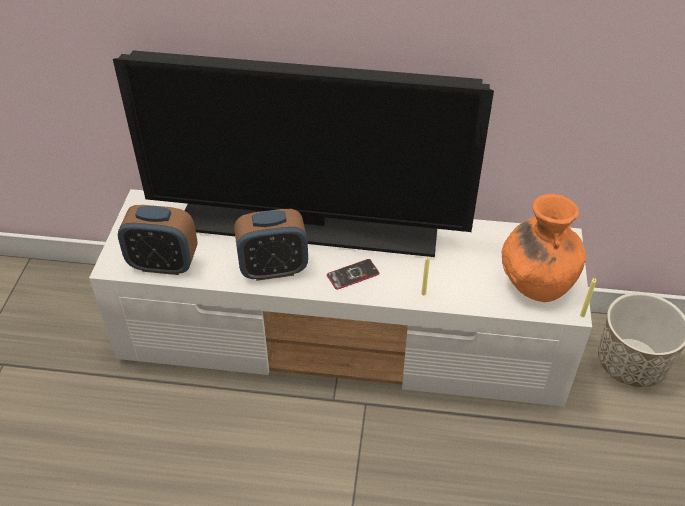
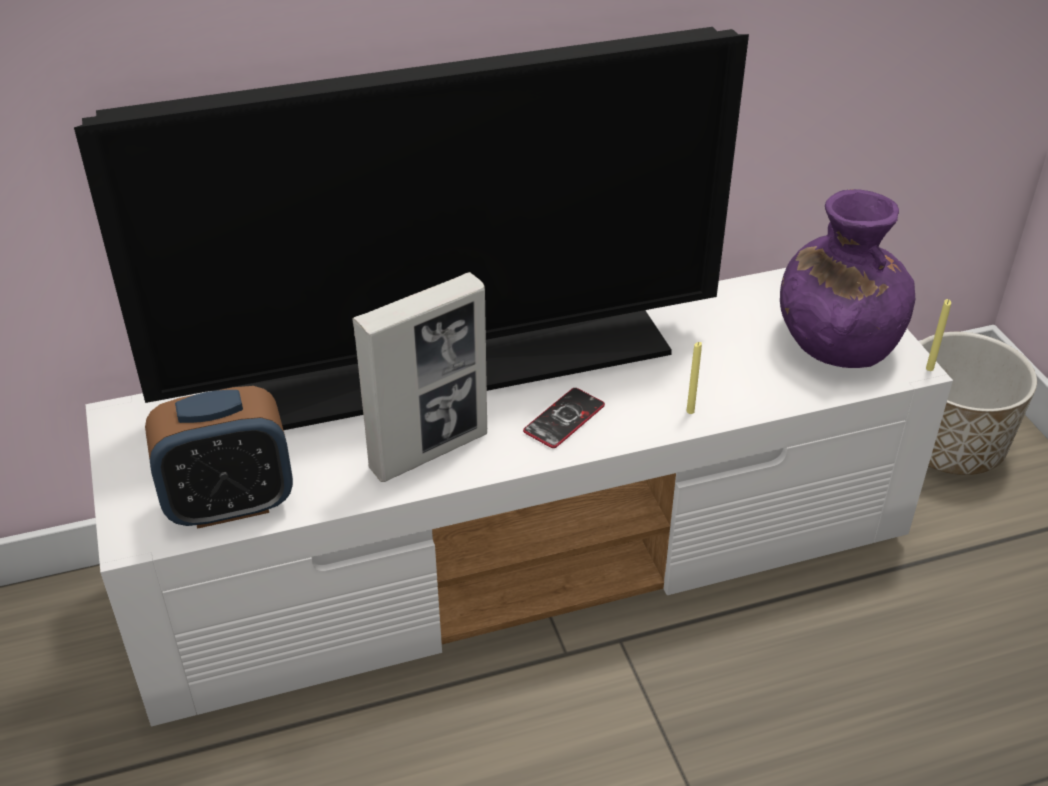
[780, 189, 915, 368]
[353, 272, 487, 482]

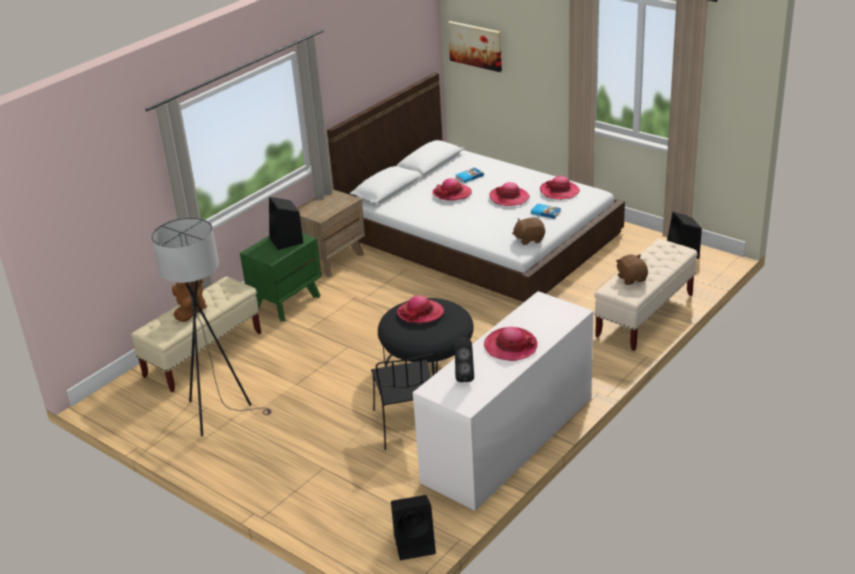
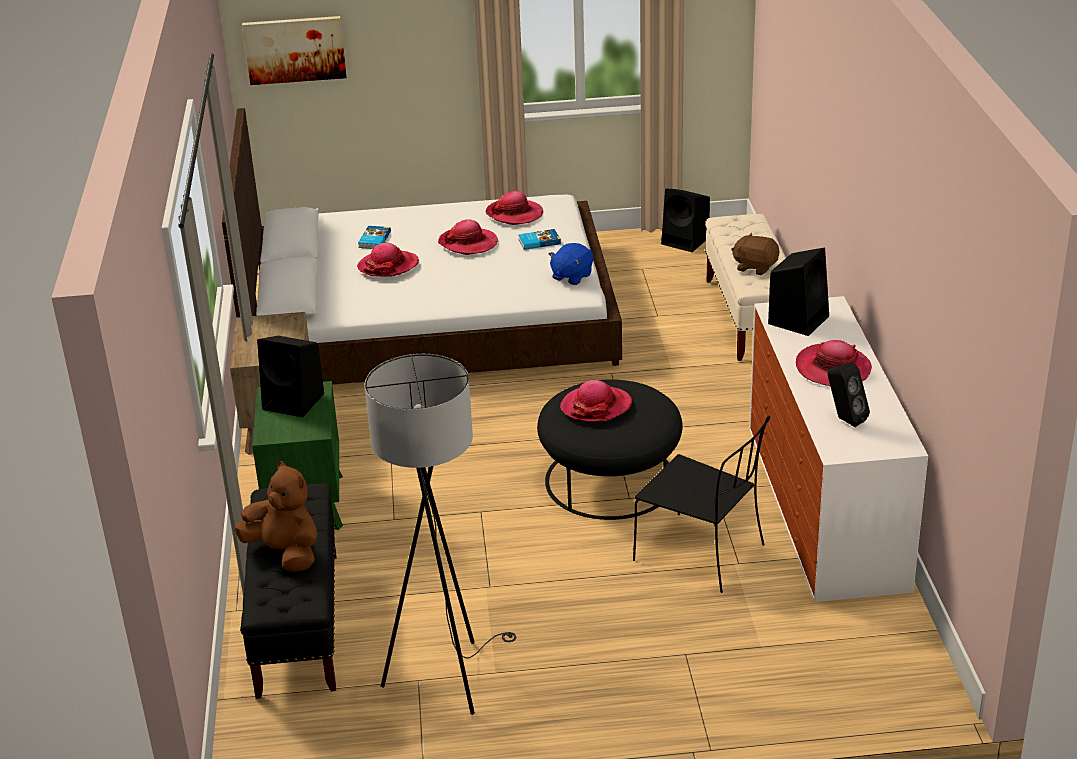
[549, 243, 593, 285]
[240, 483, 337, 699]
[768, 247, 829, 336]

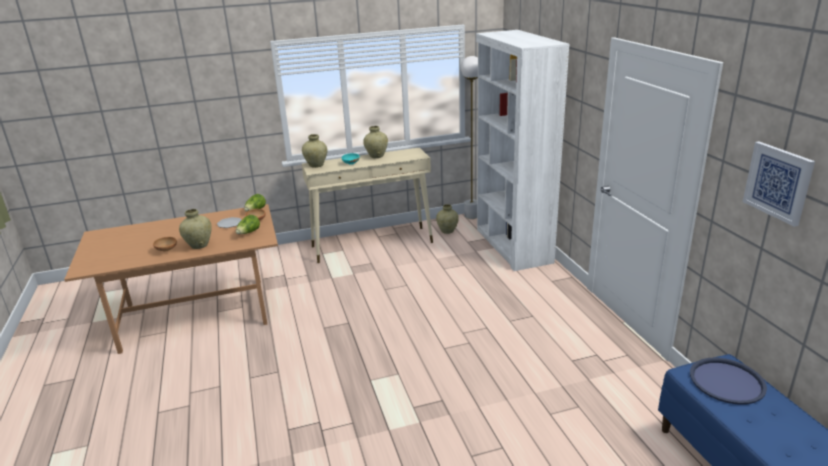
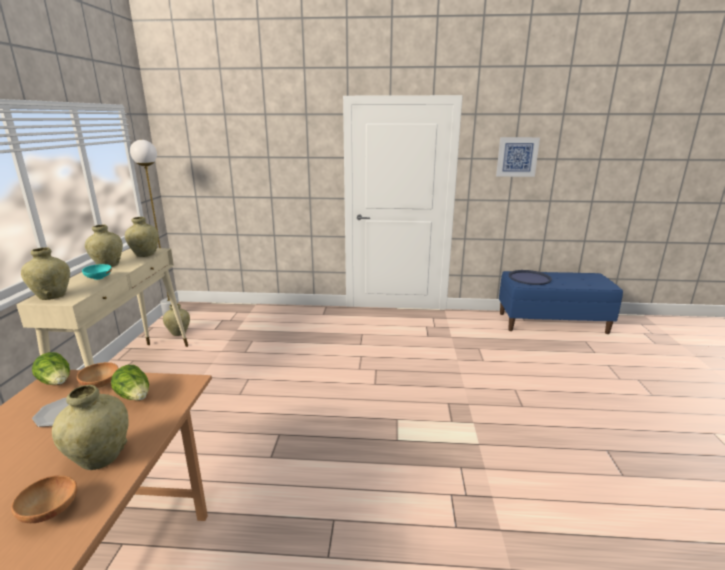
[476, 30, 569, 271] (first image)
[125, 217, 159, 257]

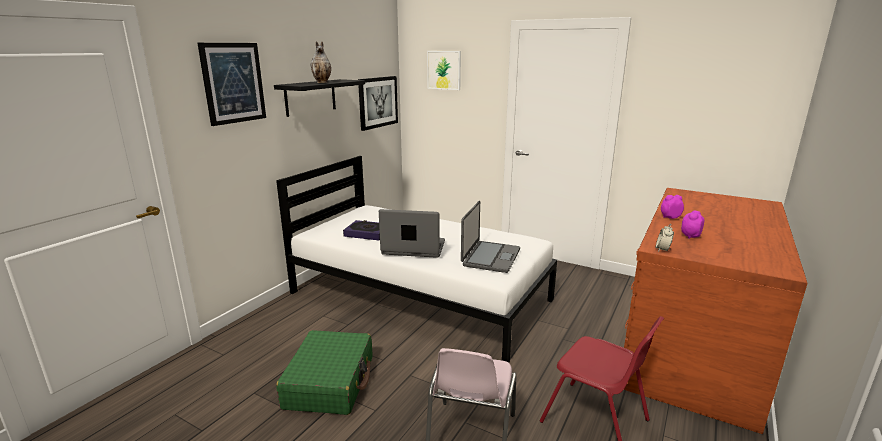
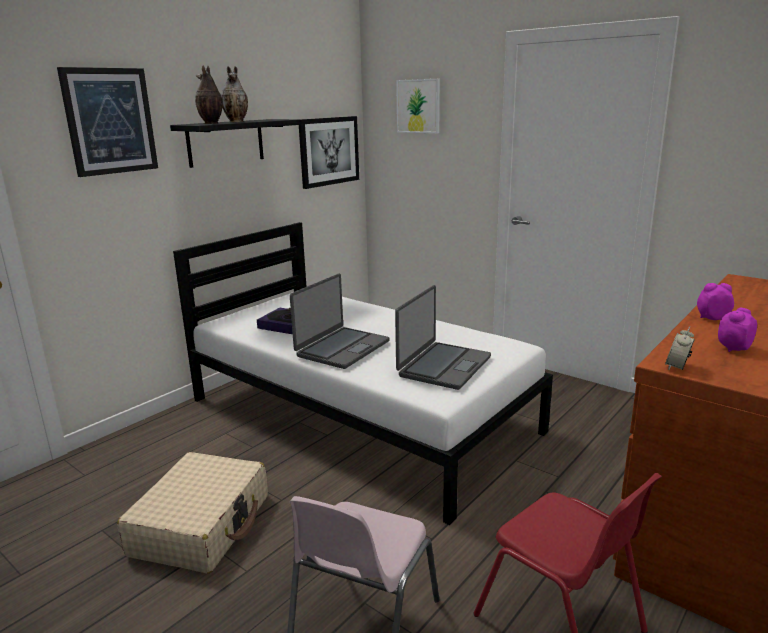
[290, 274, 389, 369]
[117, 452, 268, 574]
[195, 65, 223, 124]

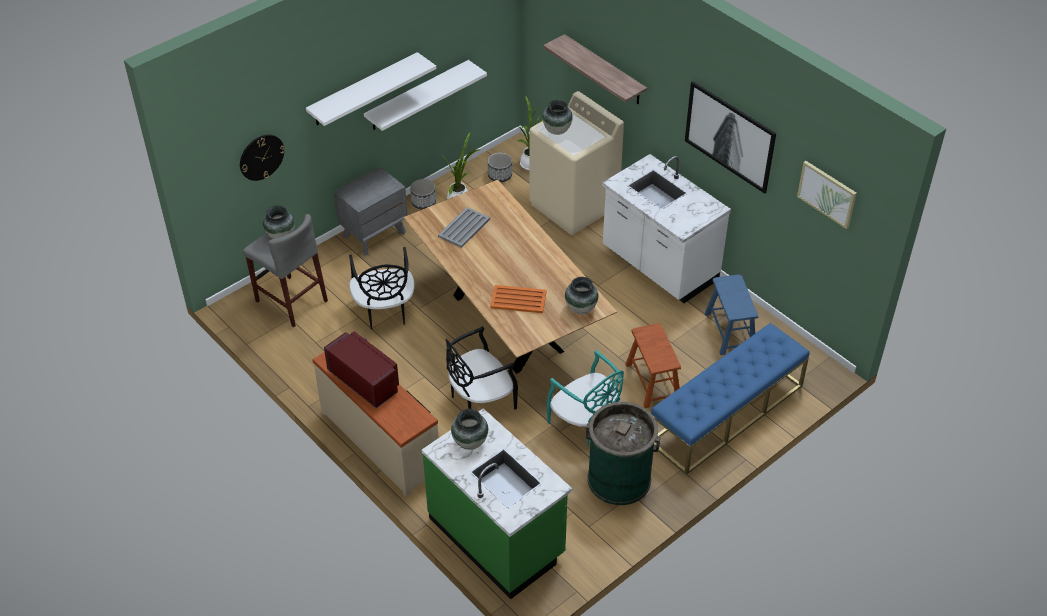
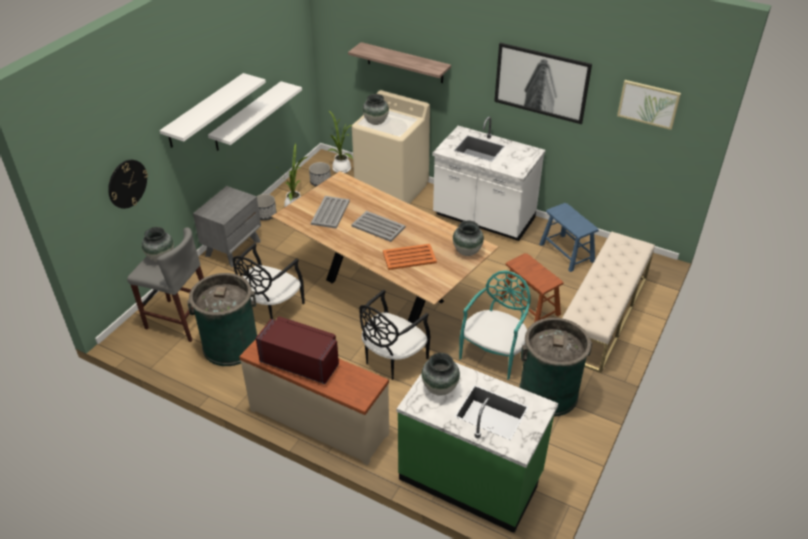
[233, 243, 305, 319]
[562, 232, 655, 373]
[459, 270, 531, 380]
[351, 211, 405, 242]
[187, 273, 258, 366]

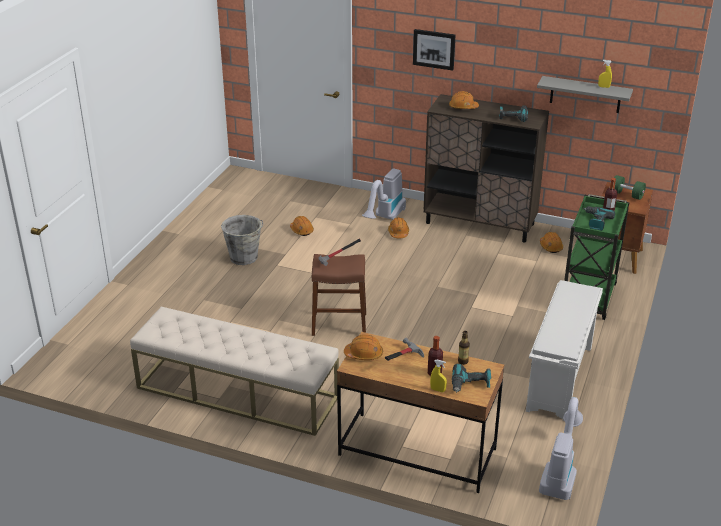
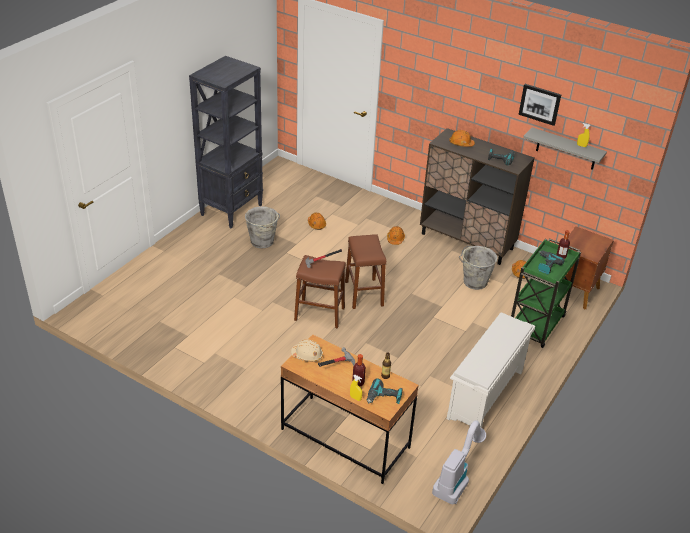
[518, 84, 561, 126]
[362, 169, 406, 220] (first image)
[614, 175, 646, 200] (first image)
[130, 307, 339, 436] (first image)
[291, 339, 323, 362]
[189, 56, 263, 229]
[345, 235, 386, 309]
[459, 246, 497, 290]

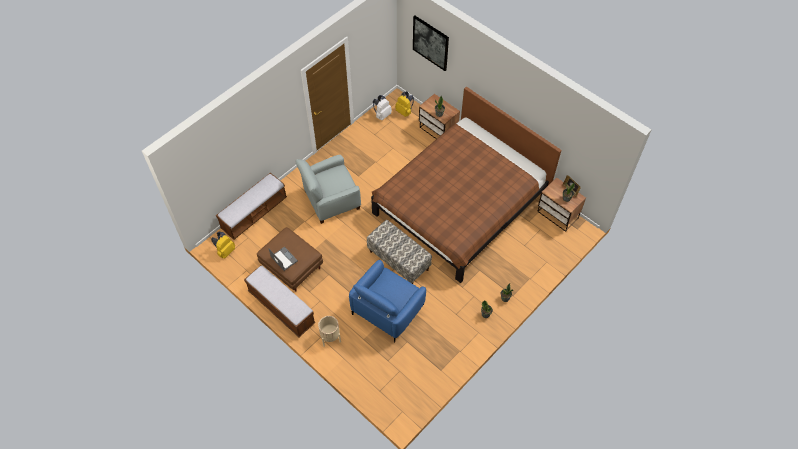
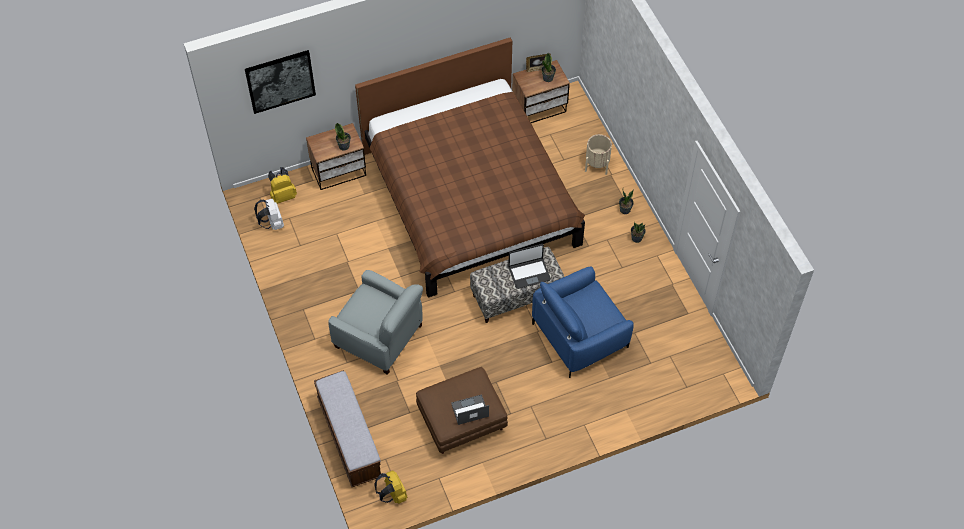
[328, 270, 423, 375]
[532, 267, 634, 378]
[244, 265, 316, 337] (first image)
[585, 134, 612, 175]
[508, 244, 551, 289]

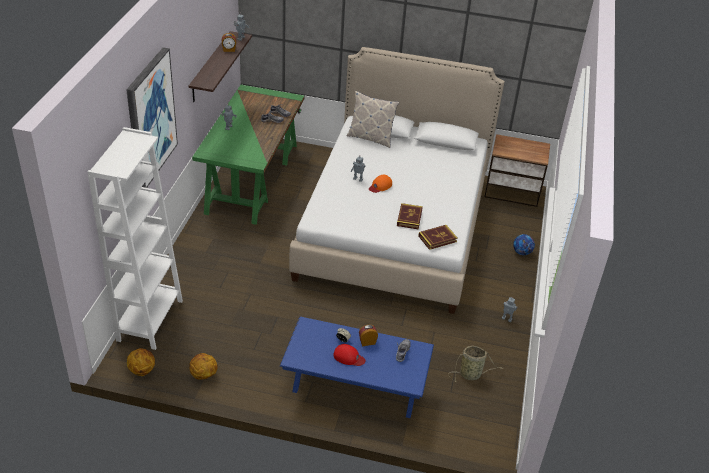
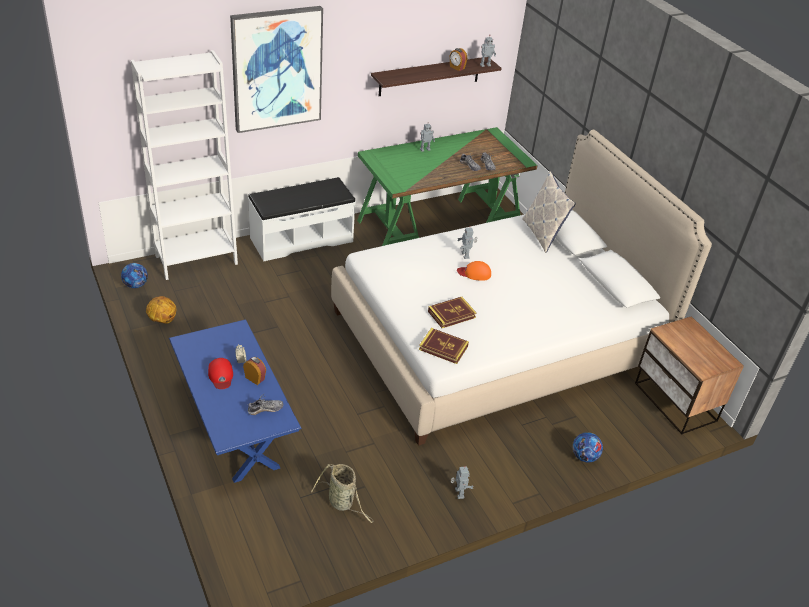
[121, 263, 148, 288]
[248, 177, 356, 261]

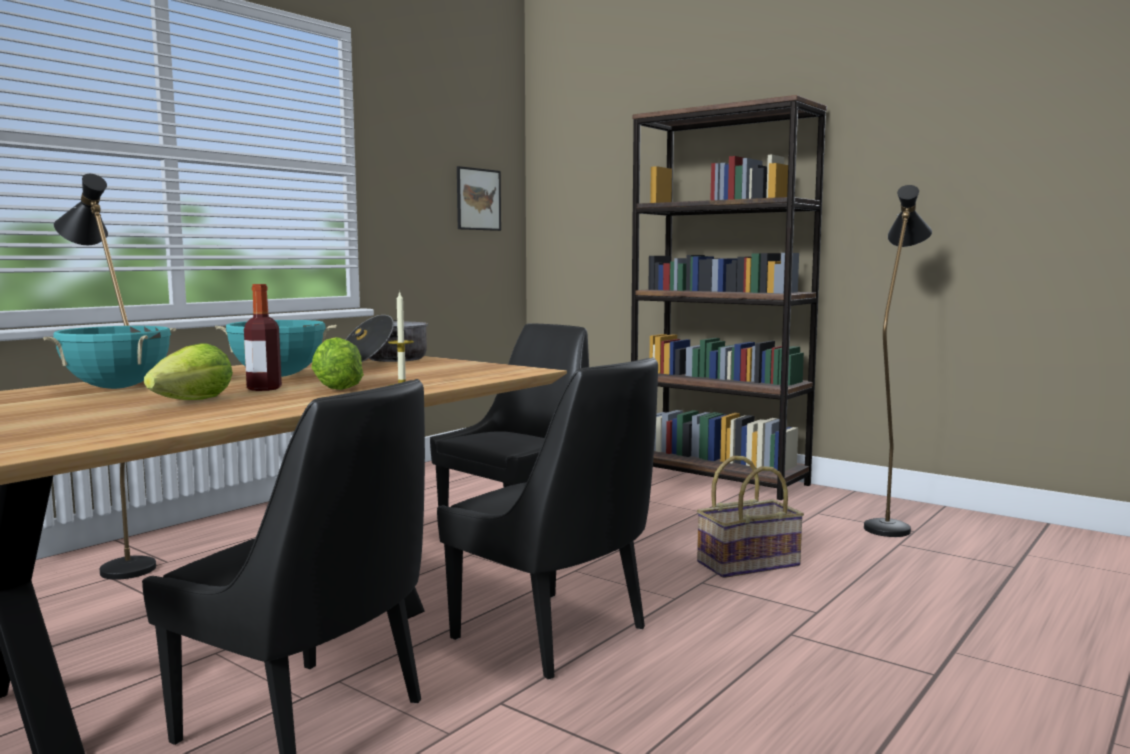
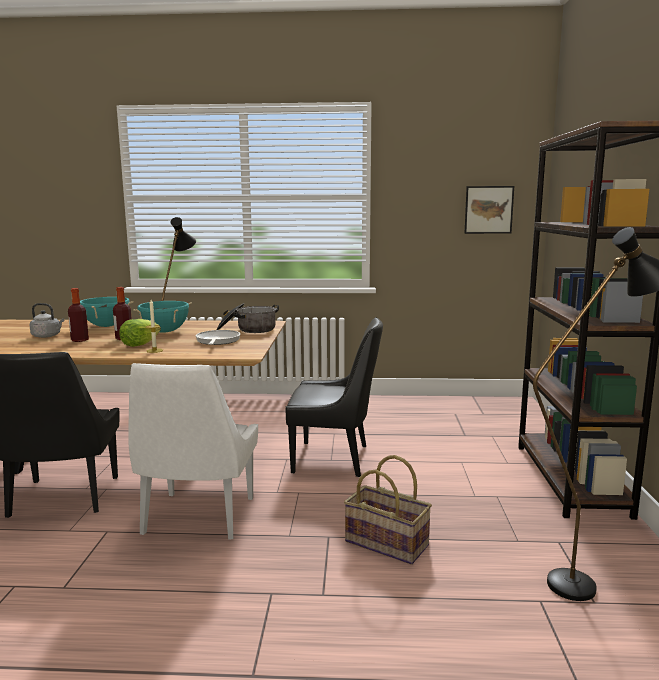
[68, 288, 89, 342]
[128, 363, 258, 540]
[30, 303, 64, 338]
[196, 330, 240, 345]

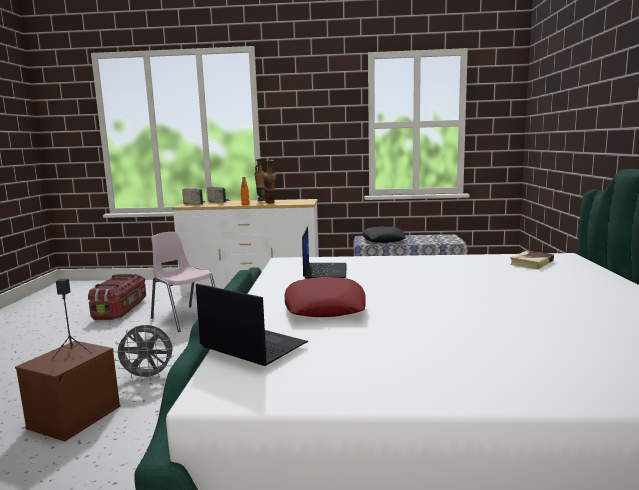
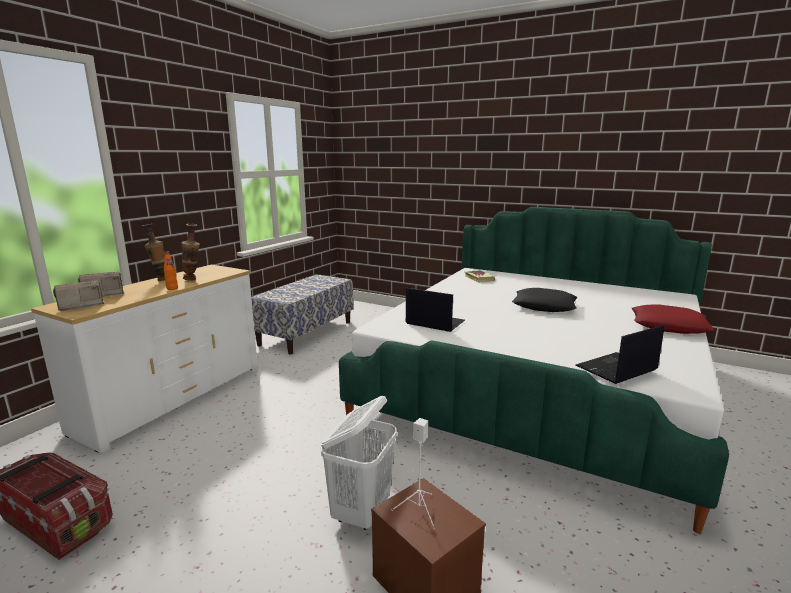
[512, 288, 578, 312]
[151, 232, 215, 332] (first image)
[632, 304, 714, 334]
[392, 418, 435, 529]
[321, 396, 397, 530]

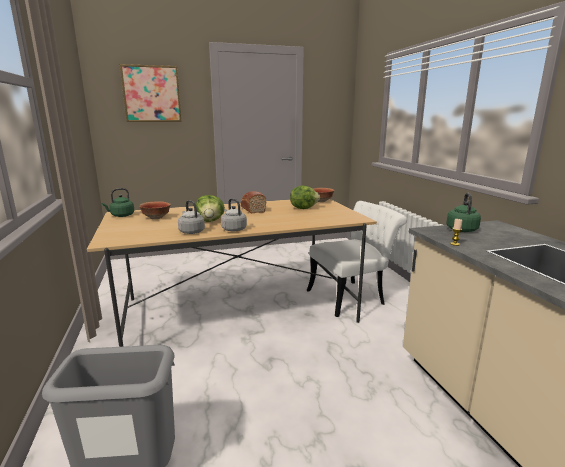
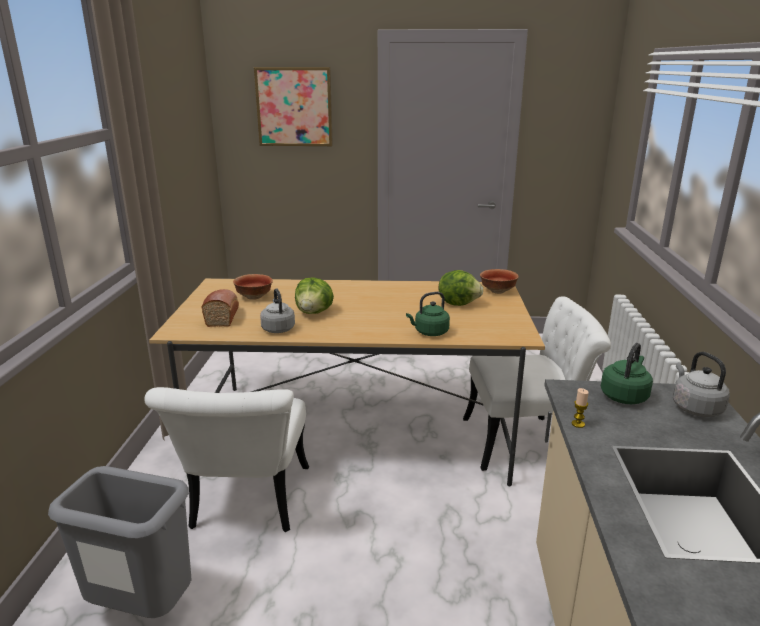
[406, 292, 450, 336]
[202, 289, 239, 327]
[673, 352, 730, 417]
[144, 387, 309, 532]

